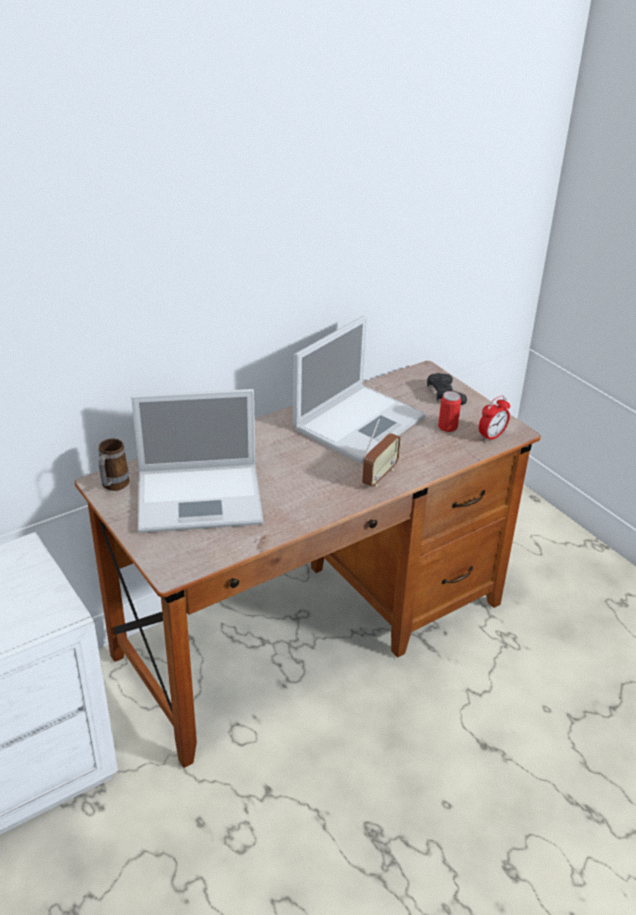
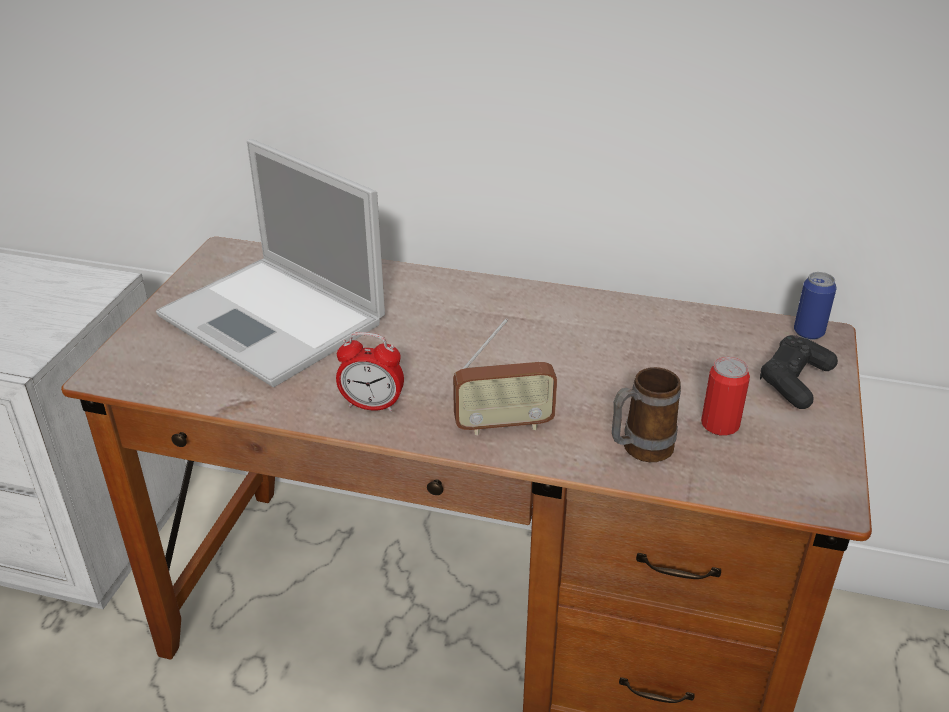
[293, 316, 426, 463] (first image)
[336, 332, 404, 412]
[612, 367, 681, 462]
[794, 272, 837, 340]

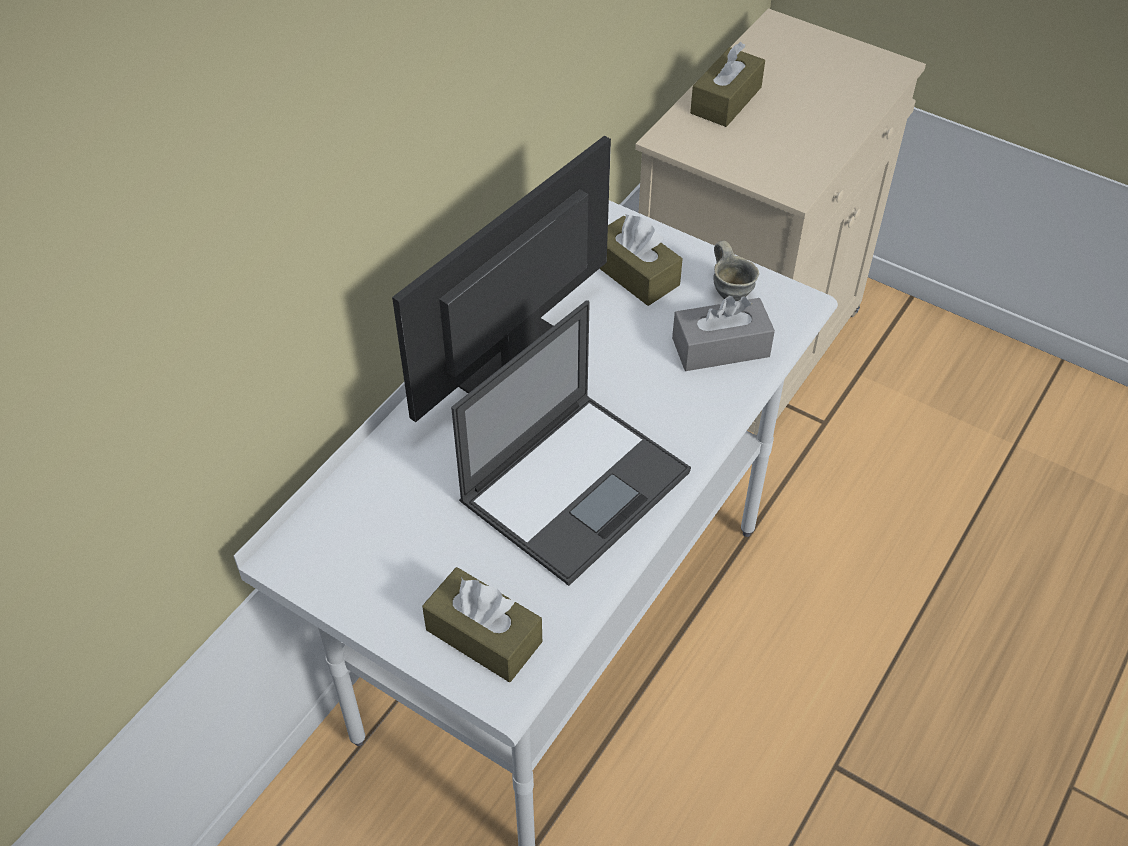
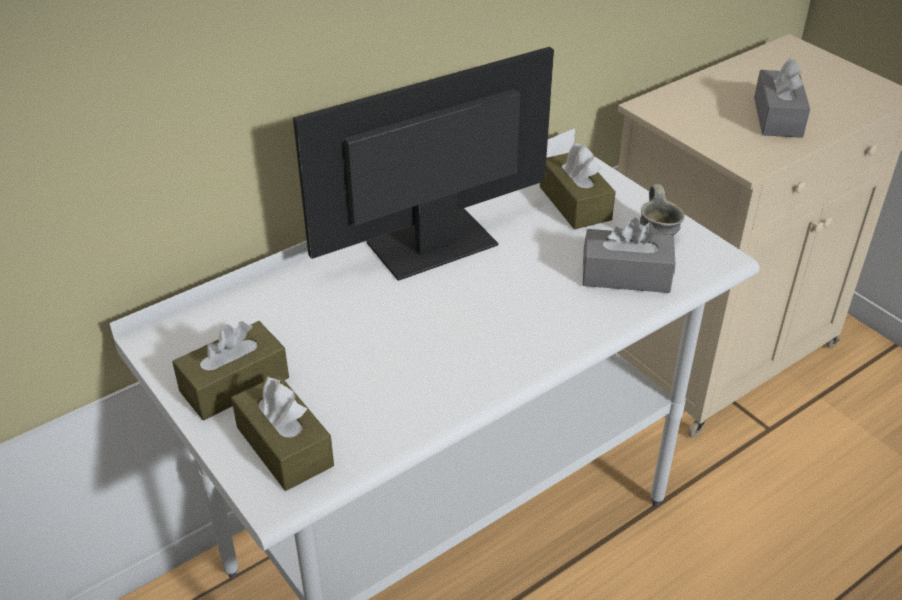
[172, 321, 289, 420]
[451, 300, 691, 586] (first image)
[754, 58, 810, 138]

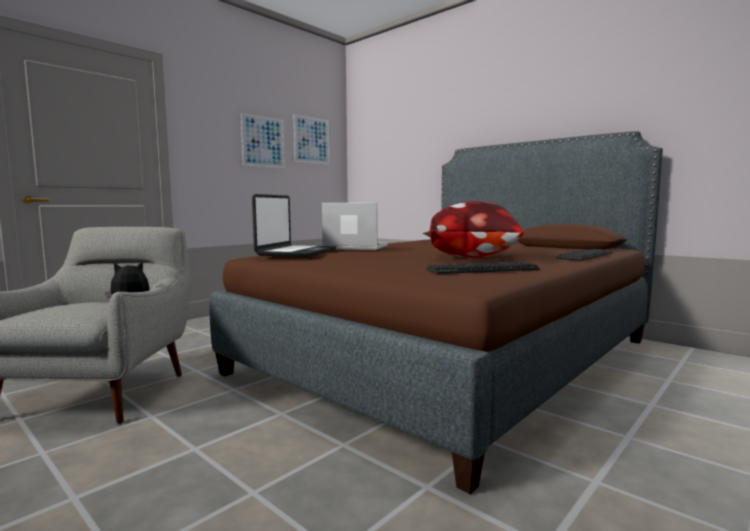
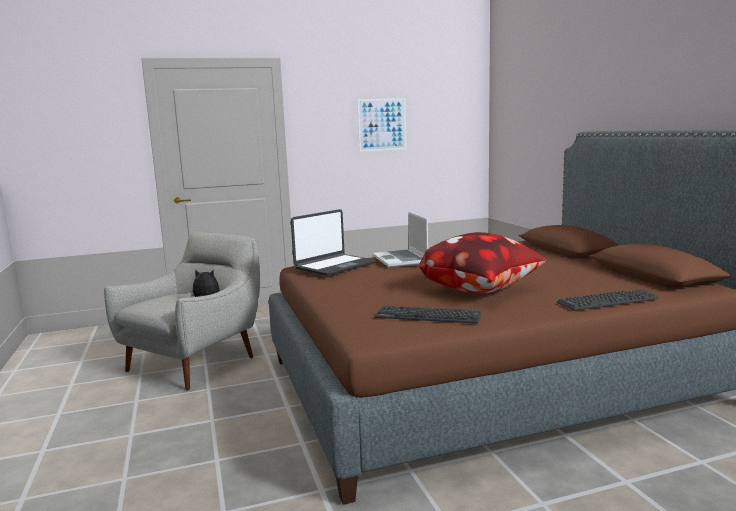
[293, 114, 329, 165] (first image)
[373, 212, 428, 268]

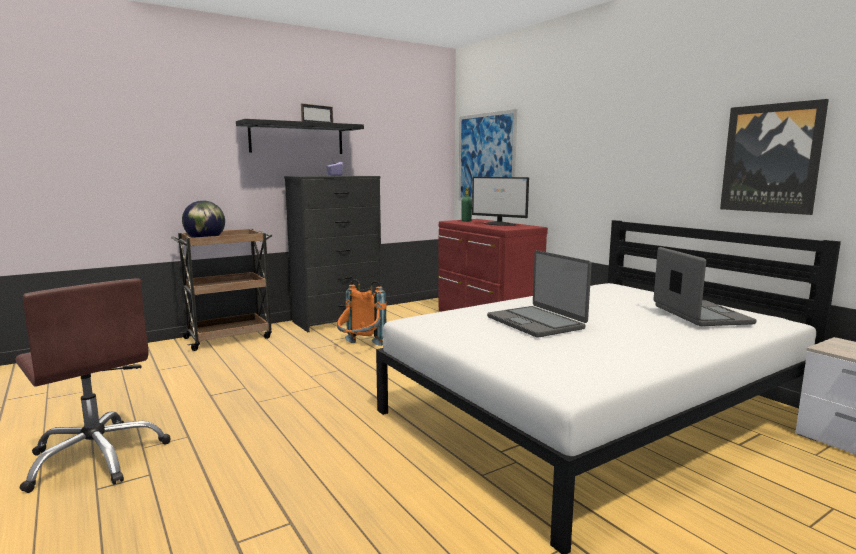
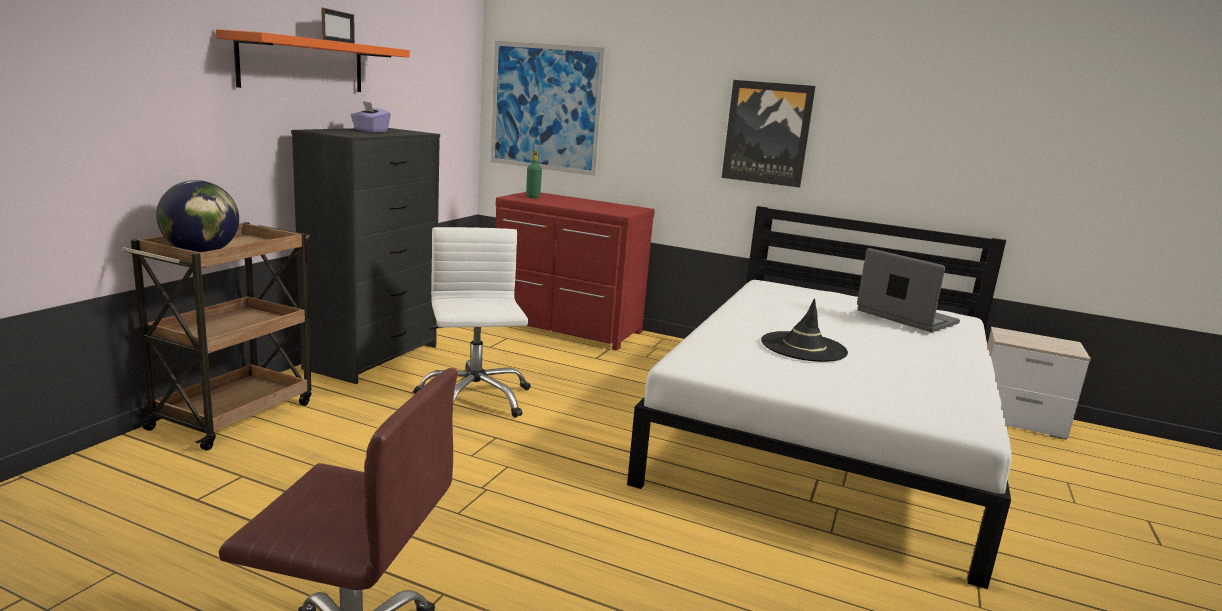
[722, 80, 816, 188]
[216, 29, 410, 92]
[472, 177, 529, 226] (first image)
[761, 298, 848, 362]
[413, 227, 531, 418]

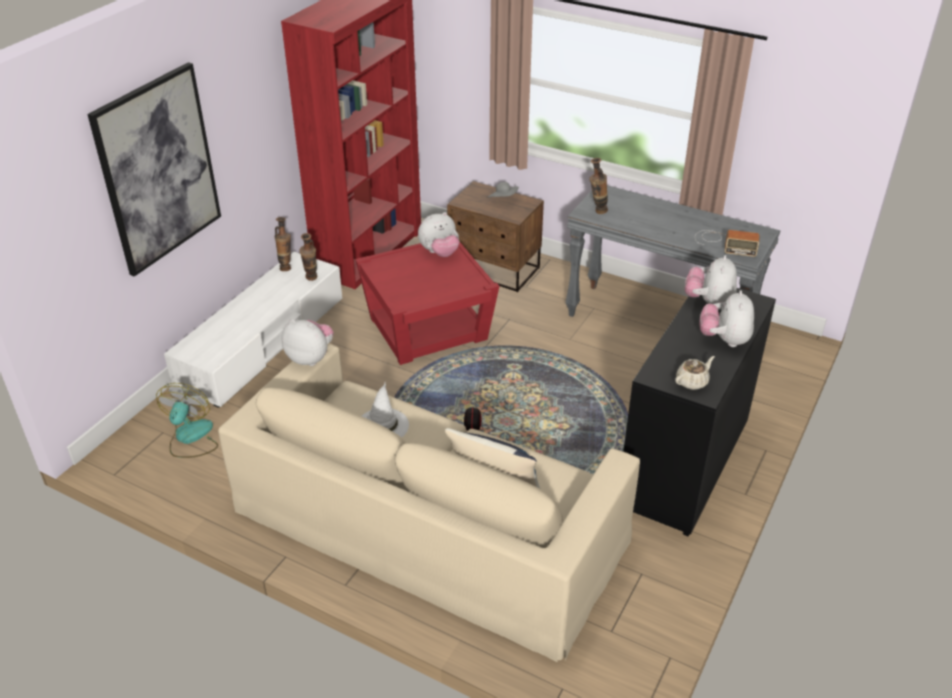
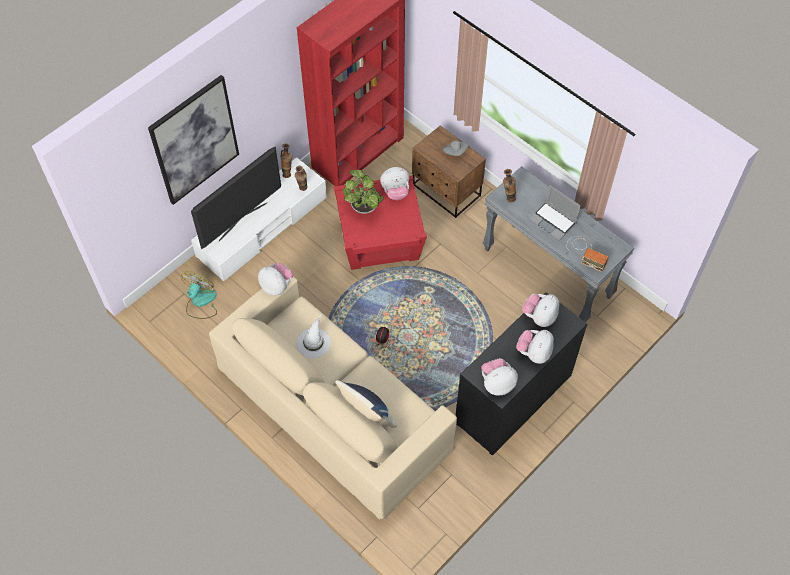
[481, 358, 518, 395]
[191, 147, 281, 249]
[343, 170, 384, 214]
[529, 185, 581, 240]

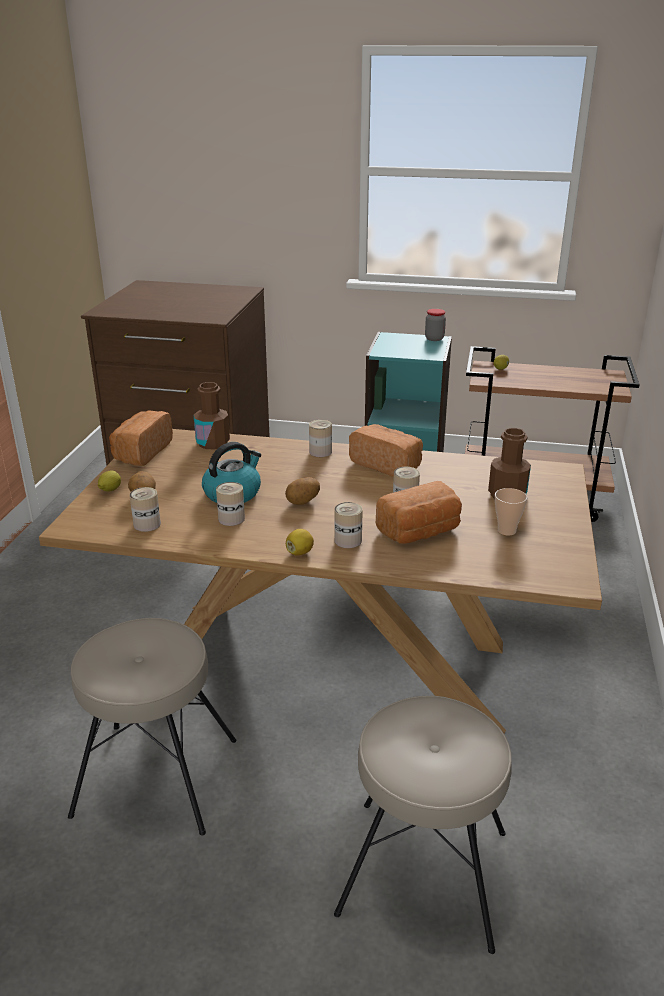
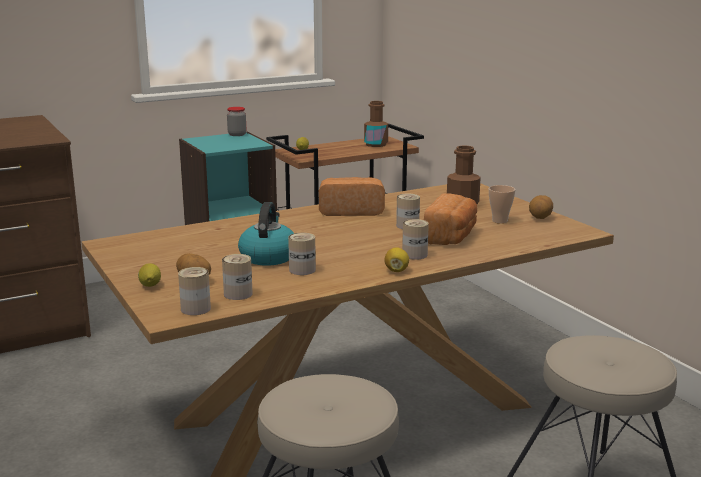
[364, 101, 388, 147]
[109, 410, 173, 466] (first image)
[178, 267, 211, 315]
[529, 195, 553, 219]

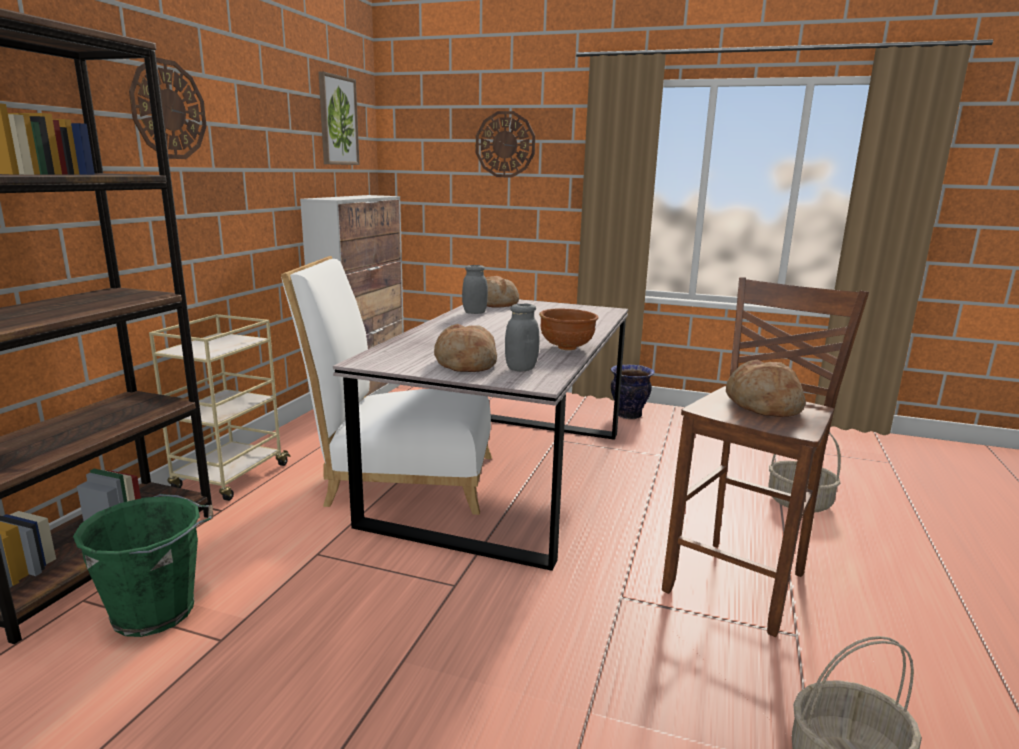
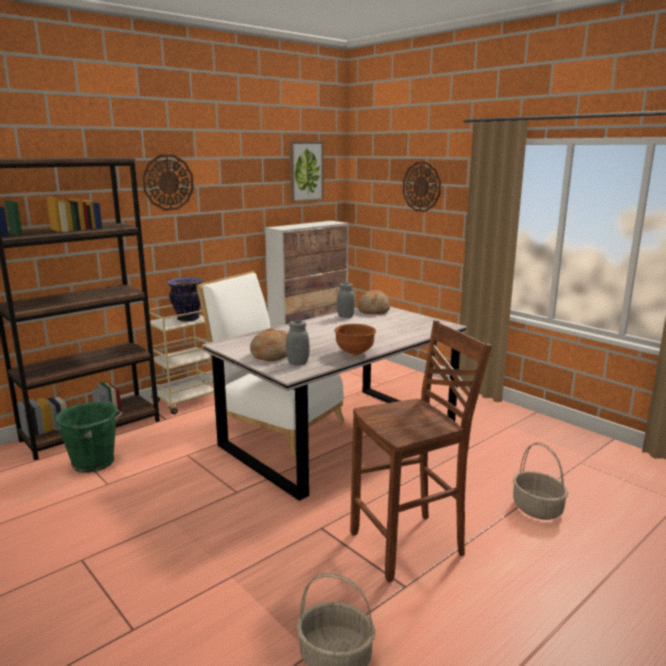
[726, 360, 805, 417] (first image)
[167, 277, 203, 322]

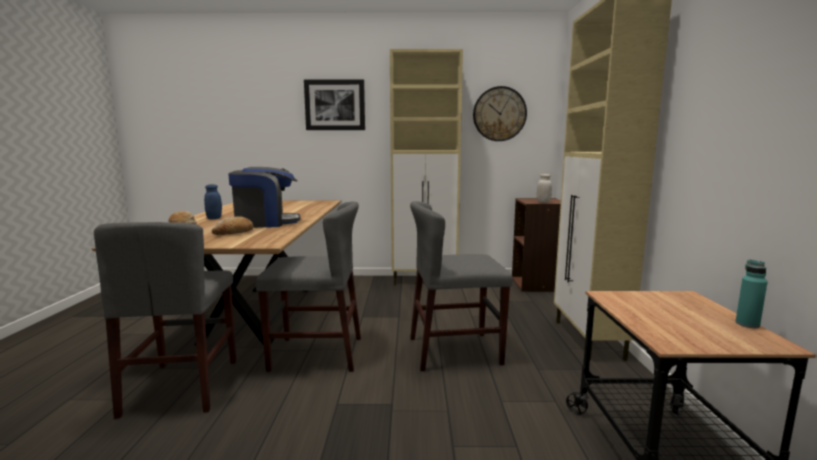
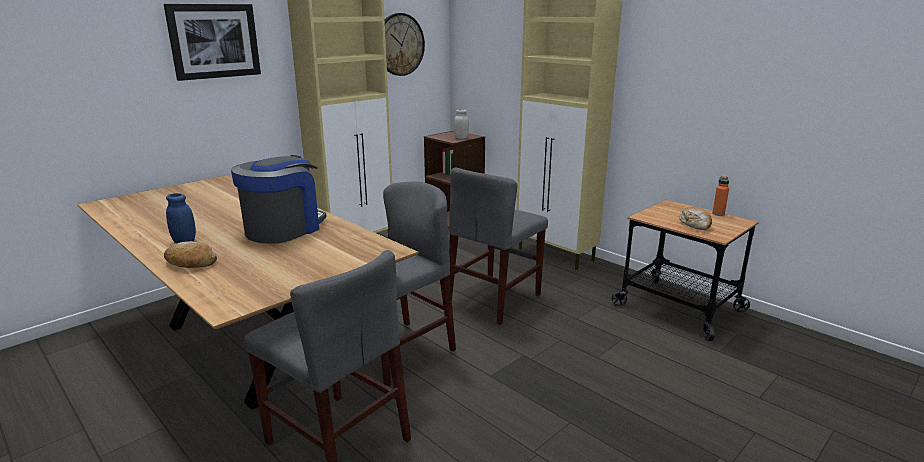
[679, 207, 712, 230]
[712, 176, 729, 216]

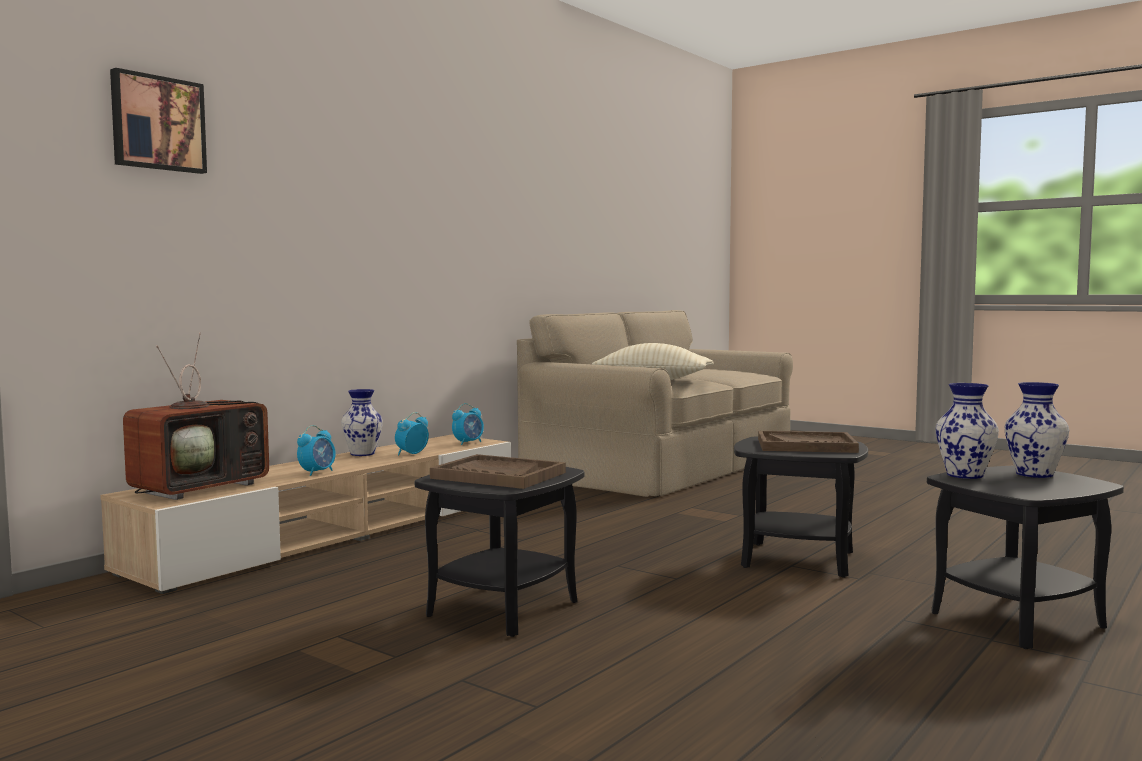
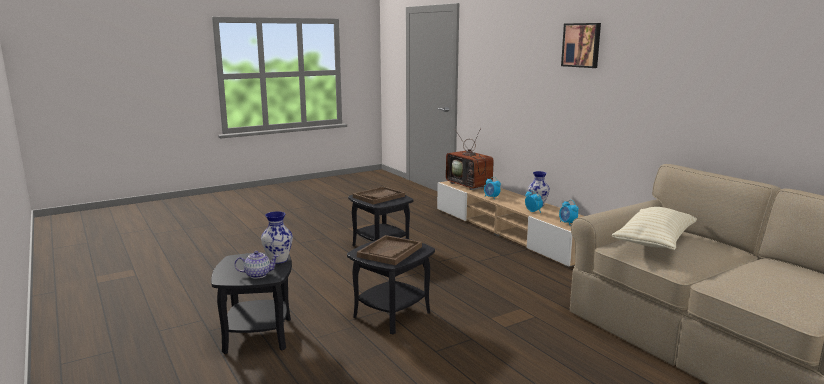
[561, 23, 601, 68]
[234, 251, 279, 279]

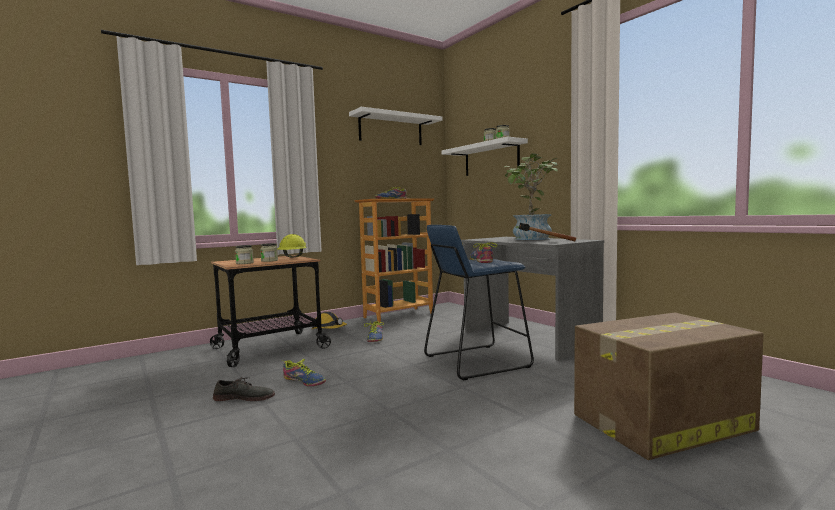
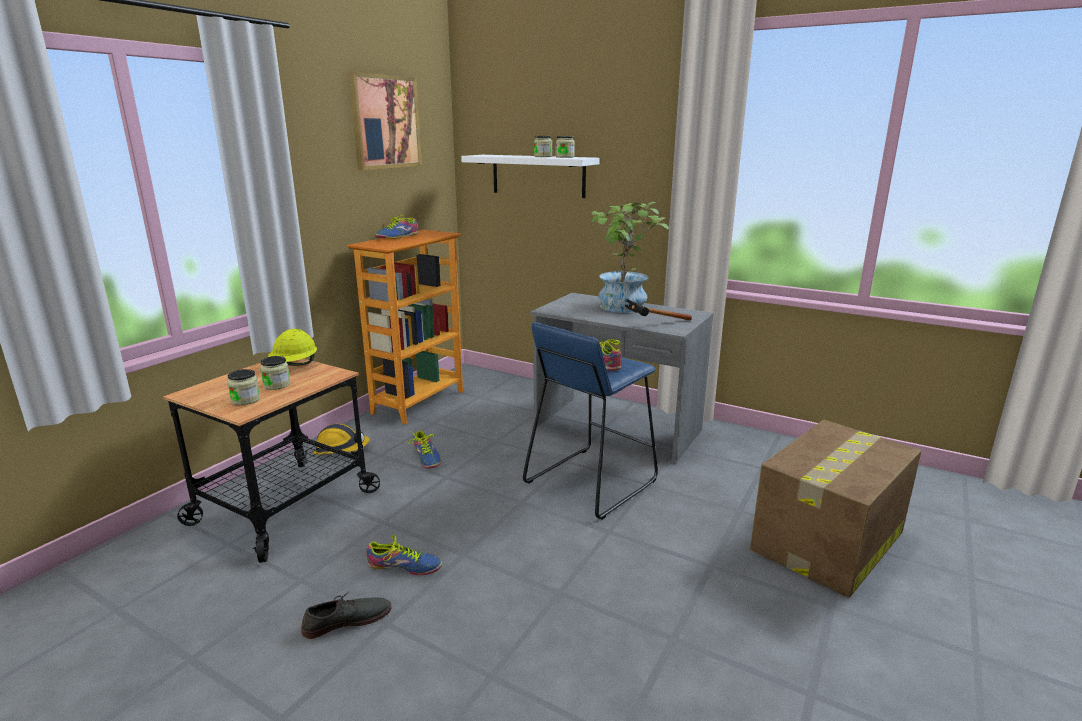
[348, 72, 422, 170]

